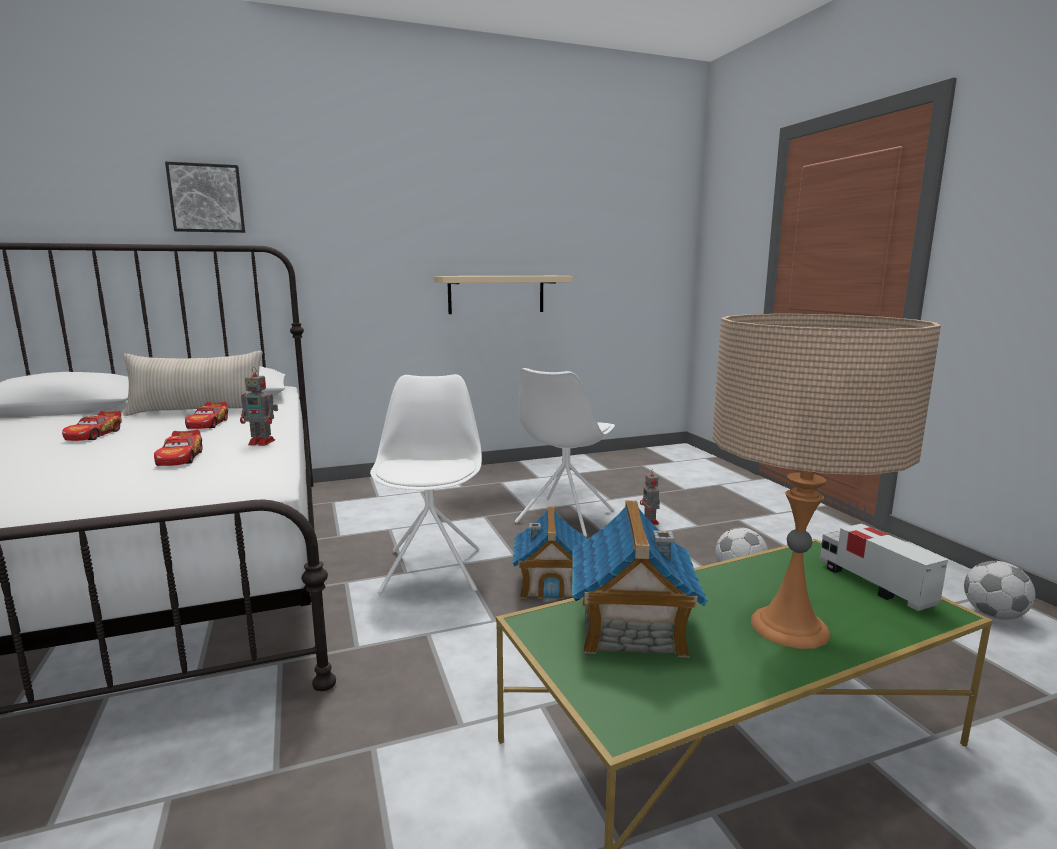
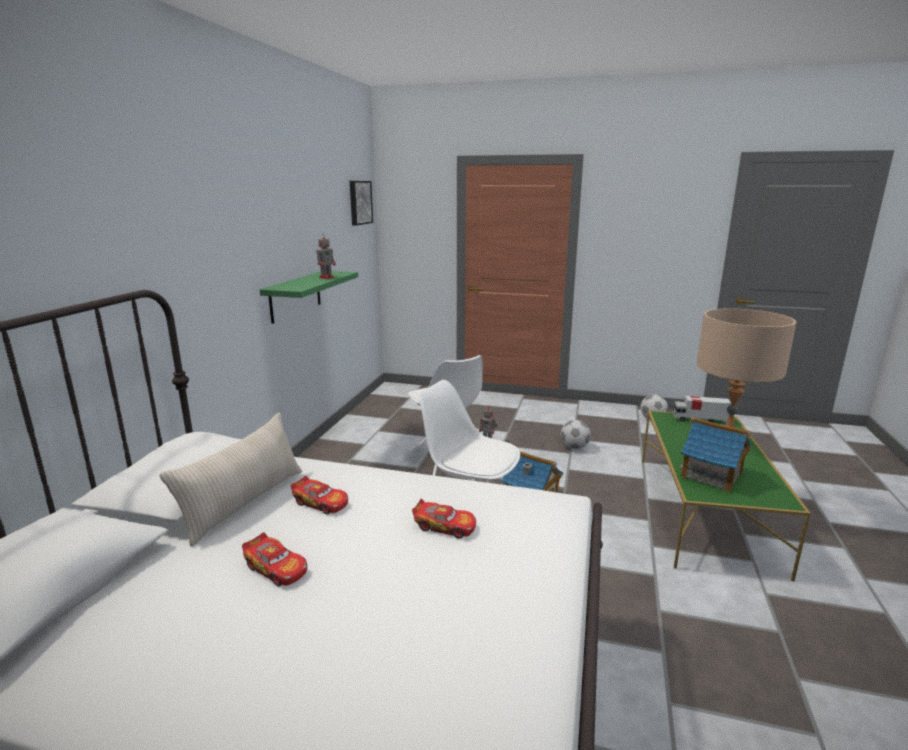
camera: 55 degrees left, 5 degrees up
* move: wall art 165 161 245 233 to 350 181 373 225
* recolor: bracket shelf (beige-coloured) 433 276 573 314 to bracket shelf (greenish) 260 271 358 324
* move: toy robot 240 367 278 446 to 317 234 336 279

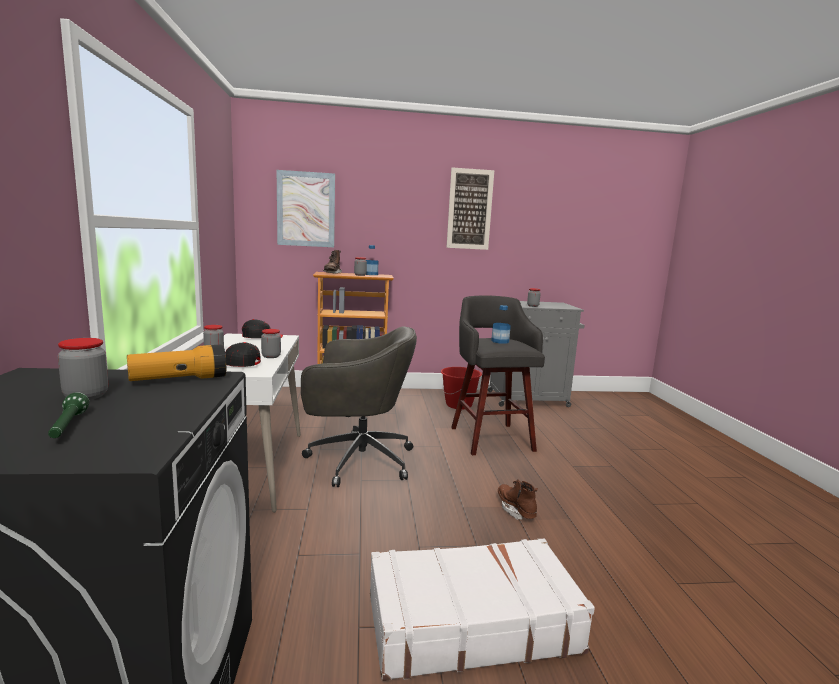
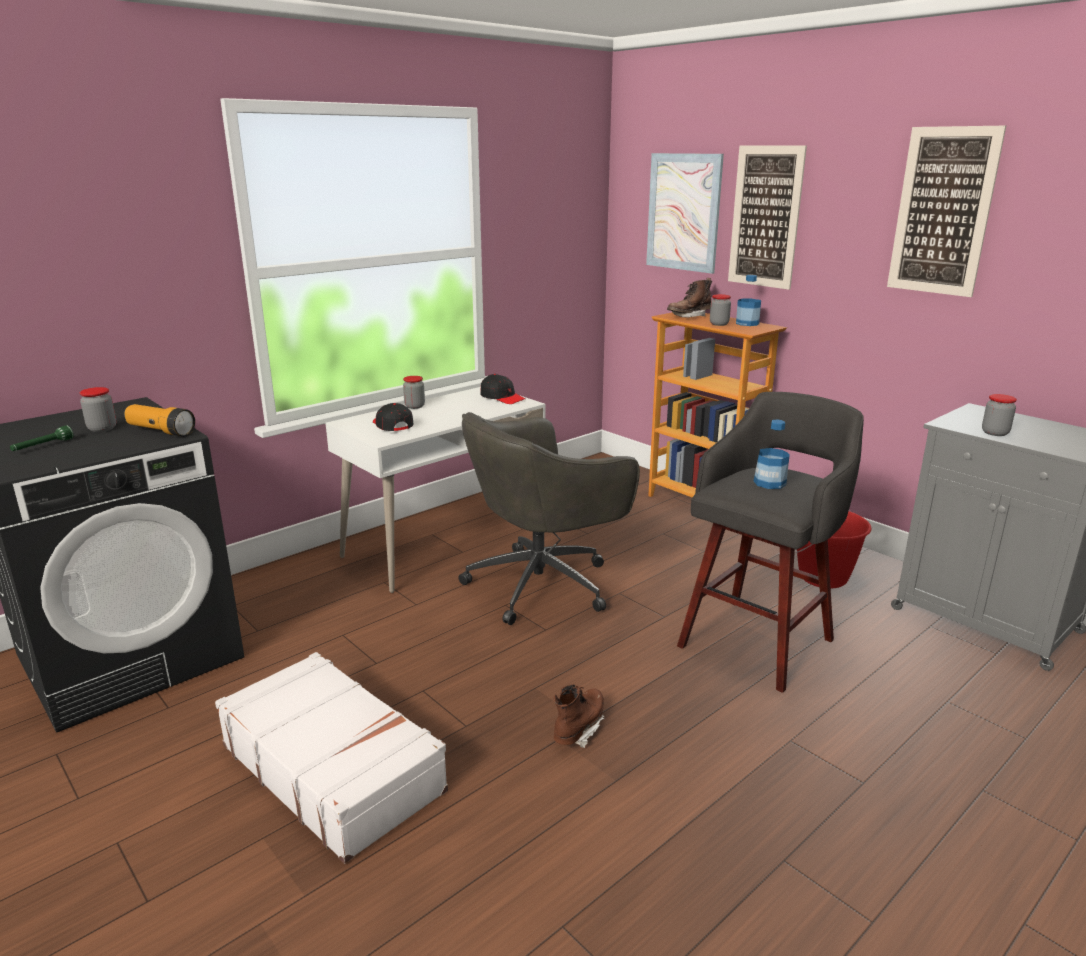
camera: 55 degrees right, 10 degrees up
* rotate: office chair (greyish) 301 326 417 487 = 458 412 640 625 90 degrees clockwise
* delete: jar 261 329 281 358
* insert: wall art 728 146 807 290

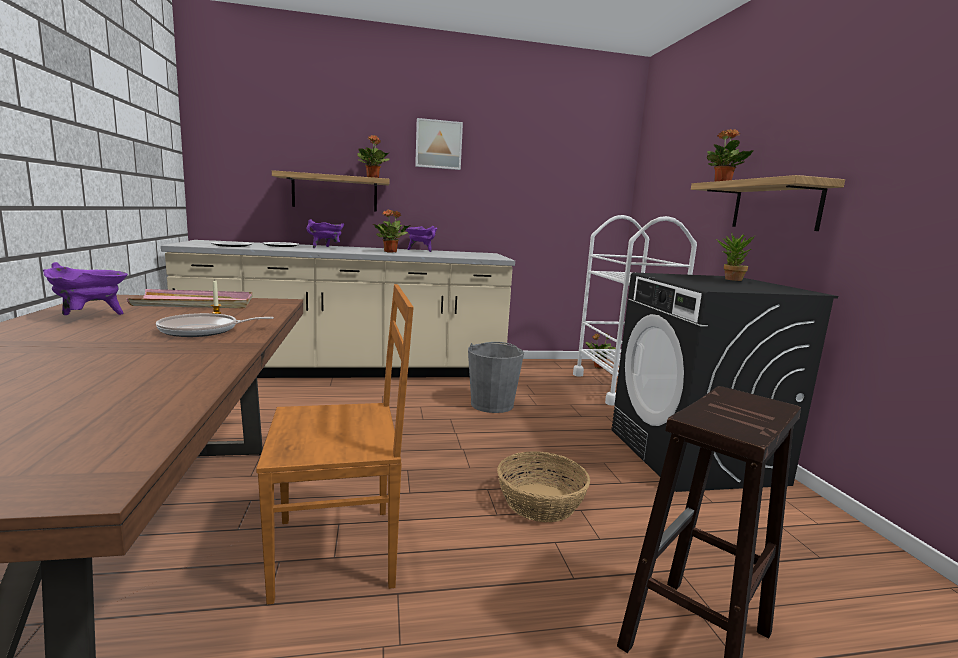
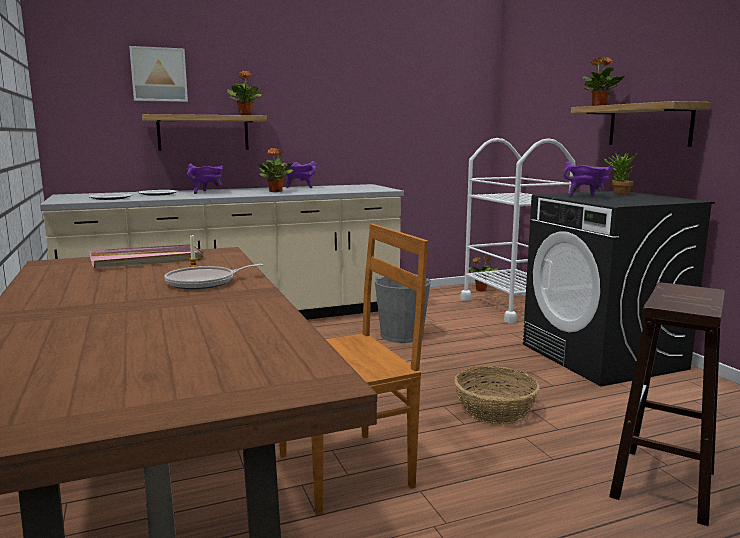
camera: 10 degrees left, 0 degrees up
* move: wall art 415 118 463 170 to 129 46 188 102
* move: stockpot (purplish) 43 262 128 315 to 563 162 615 197

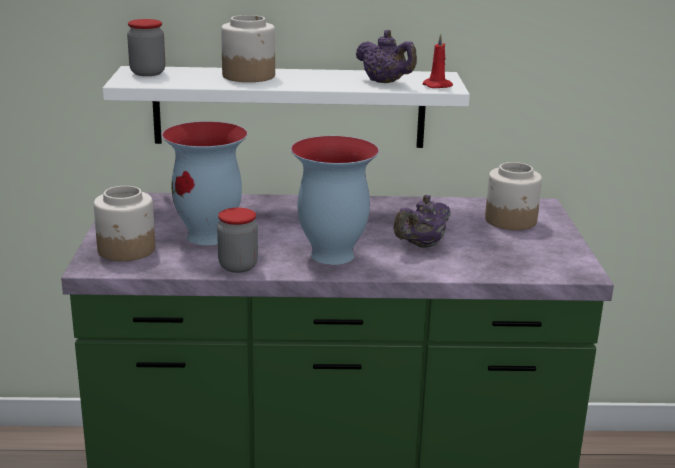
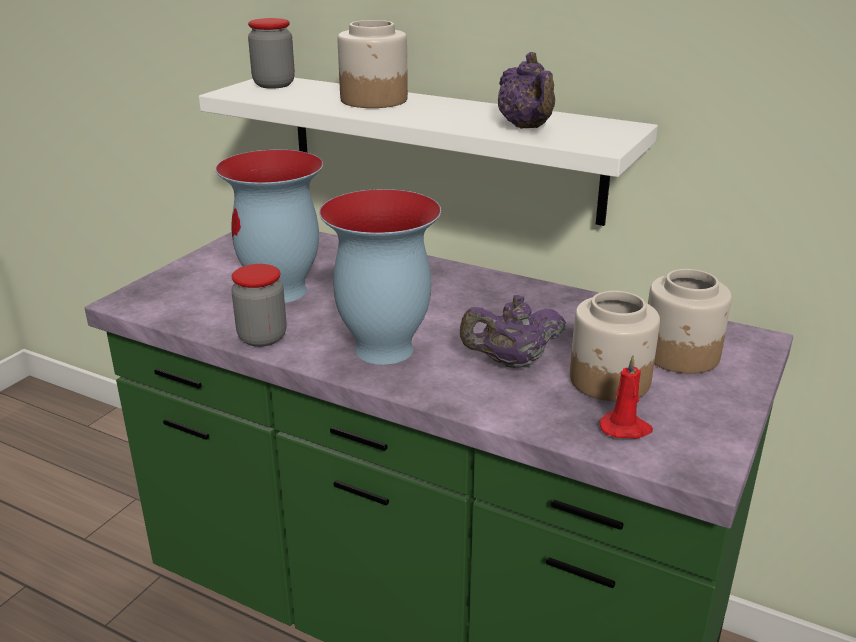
camera: 30 degrees right, 5 degrees up
* move: wax light (red-coloured) 423 34 453 88 to 599 355 653 439
* move: jar 94 186 155 261 to 570 291 660 402

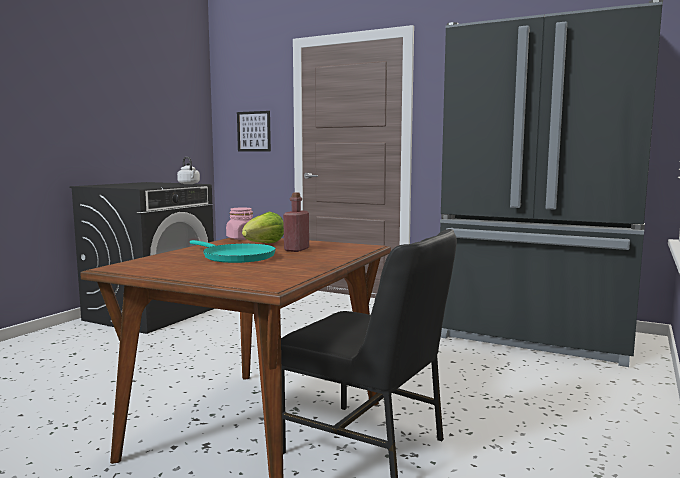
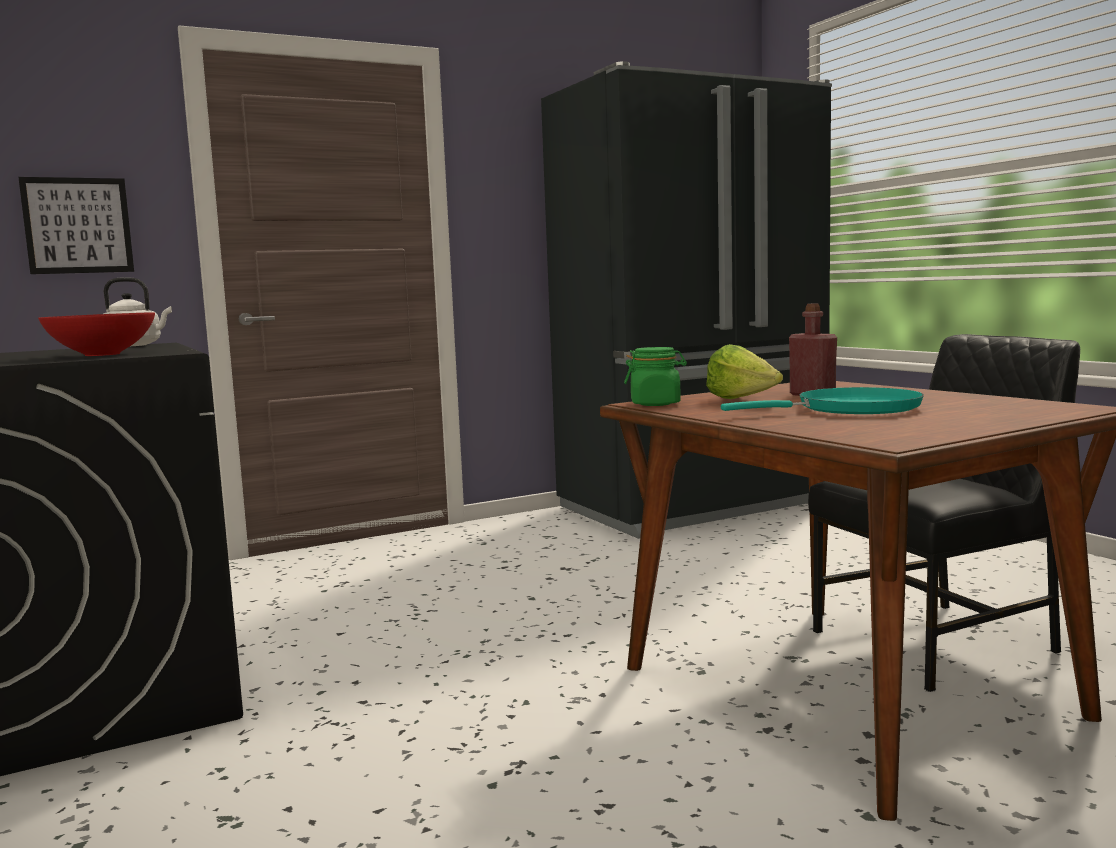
camera: 55 degrees left, 0 degrees up
* recolor: jar (pink-coloured) 226 208 253 240 to jar (greenish) 624 347 687 406
* insert: deep dish (red-coloured) 38 312 155 356

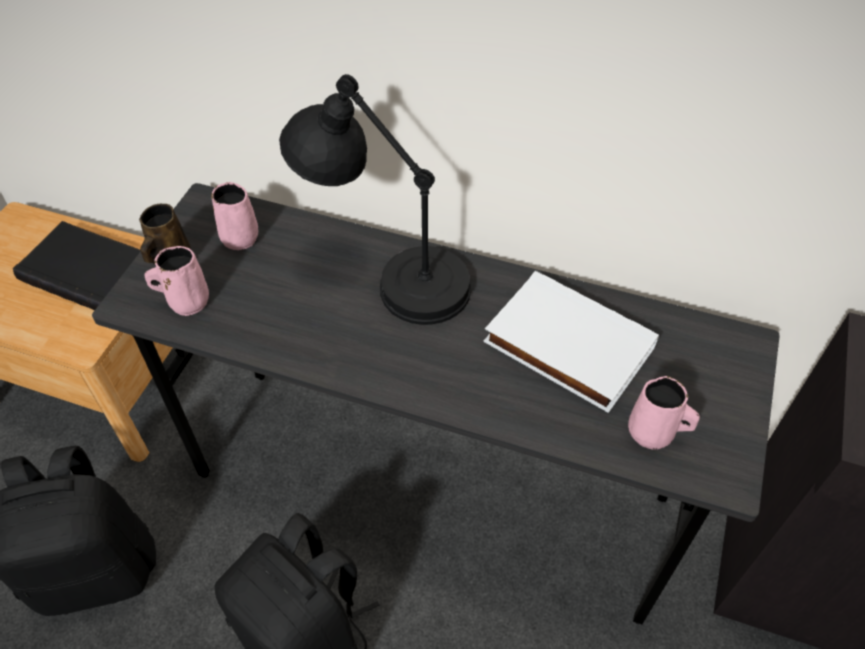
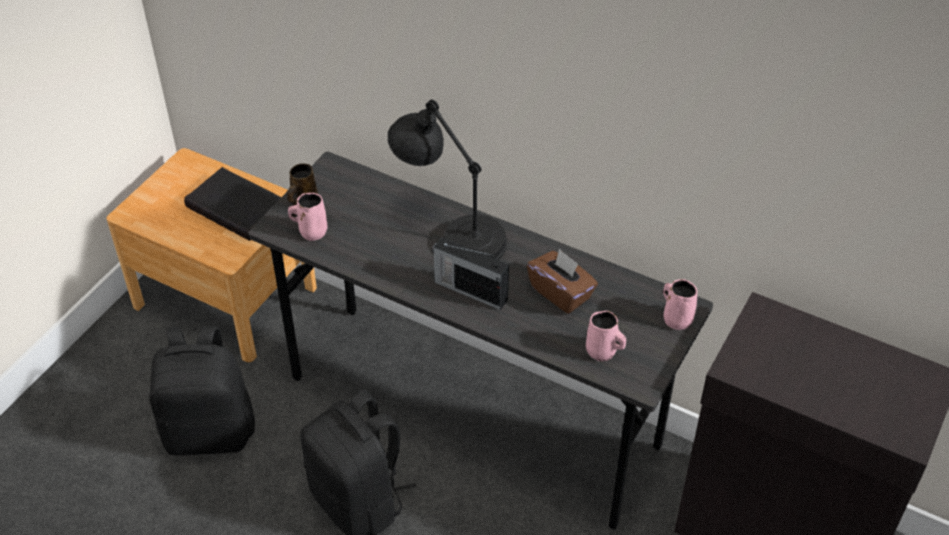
camera: 10 degrees right, 5 degrees down
* move: coffee mug (pink-coloured) 211 182 258 250 to 663 279 697 330
* replace: book (whitish) 484 271 659 413 to tissue holder (brownish) 527 248 598 314
* insert: radio set 432 237 509 310

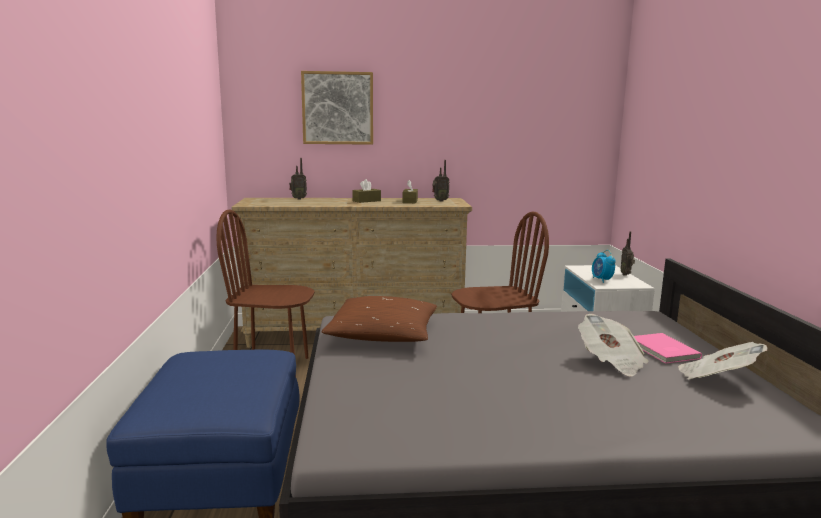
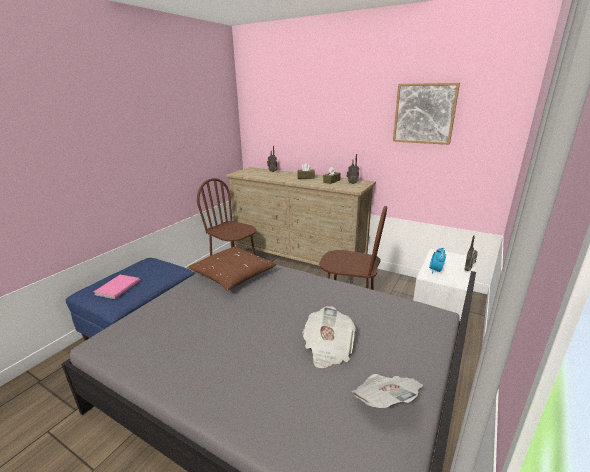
camera: 35 degrees right, 10 degrees up
* move: wall art 301 71 373 145 to 393 83 460 145
* move: book (pink-coloured) 634 333 702 364 to 94 275 140 299

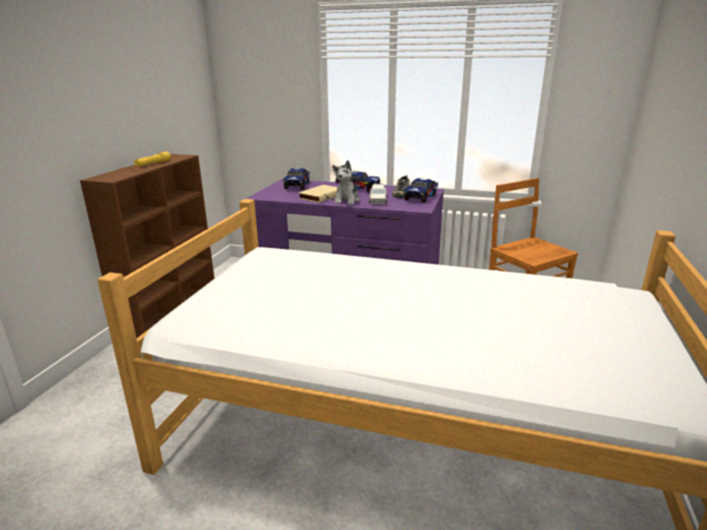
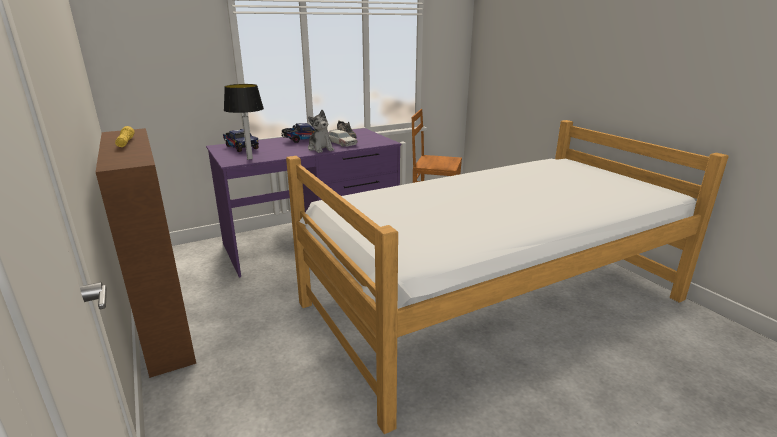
camera: 45 degrees left, 0 degrees up
* delete: toy truck 404 178 438 203
* delete: book (beige-coloured) 298 185 338 203
* insert: lamp for a table 224 84 264 160

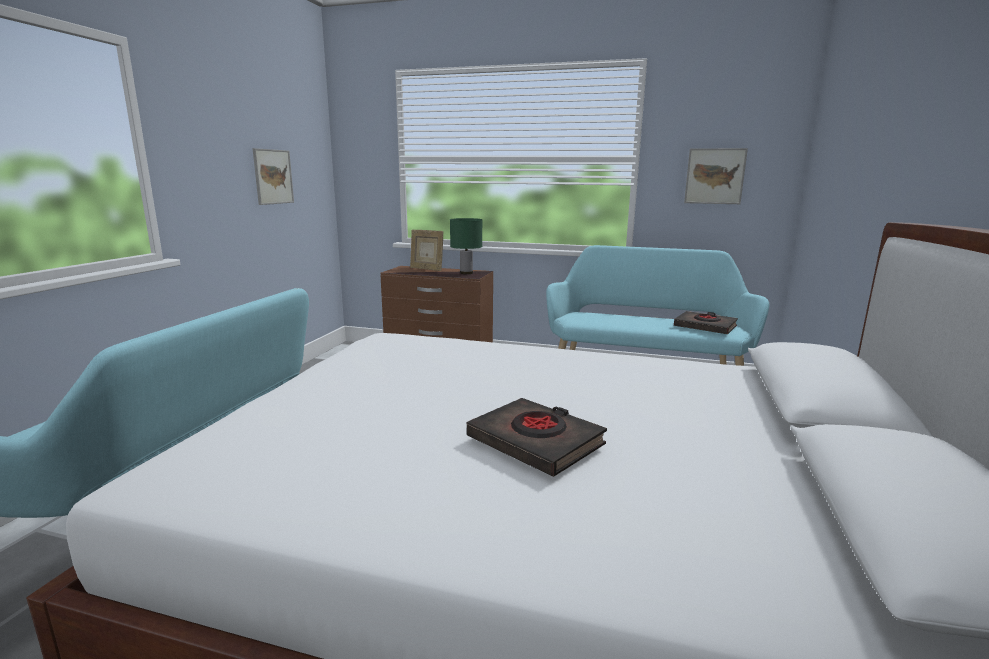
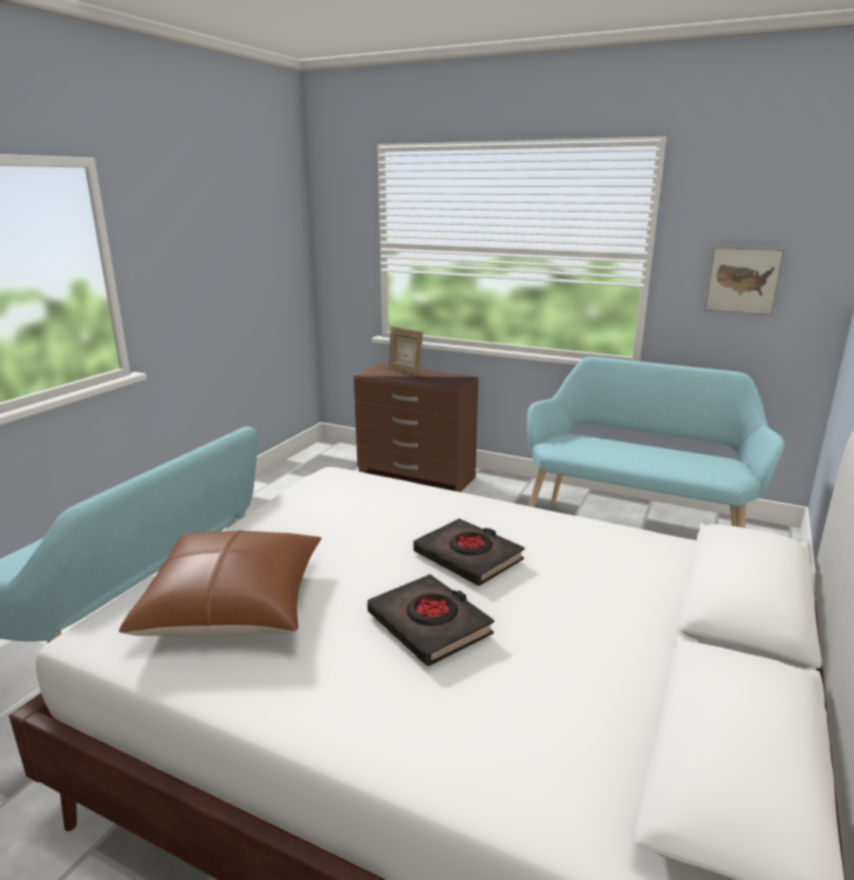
camera: 10 degrees right, 5 degrees up
* delete: wall art 252 148 294 205
* delete: lamp for a table (greenish) 450 218 482 274
* move: book (black) 674 311 738 334 to 414 519 525 586
* insert: cushion (brownish) 119 530 321 636

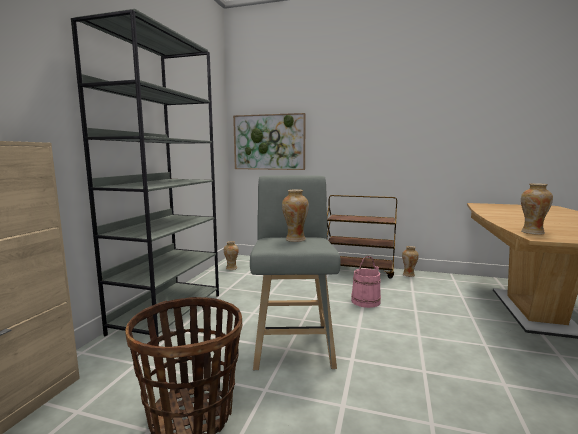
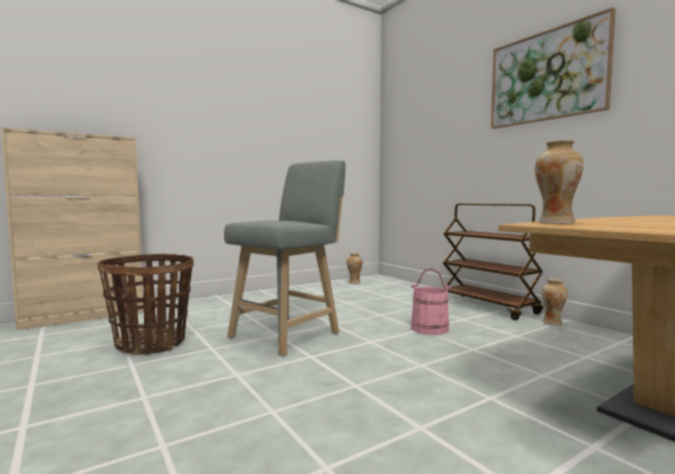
camera: 40 degrees right, 5 degrees down
* delete: bookcase (greyish) 71 9 219 345
* move: wall art 233 113 306 170 to 491 7 616 129
* delete: flower vase 282 189 309 242

